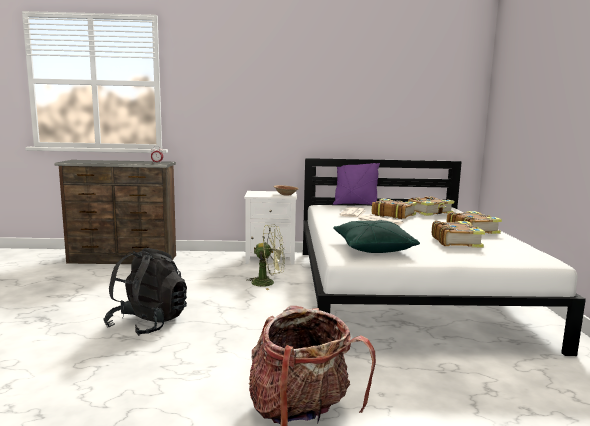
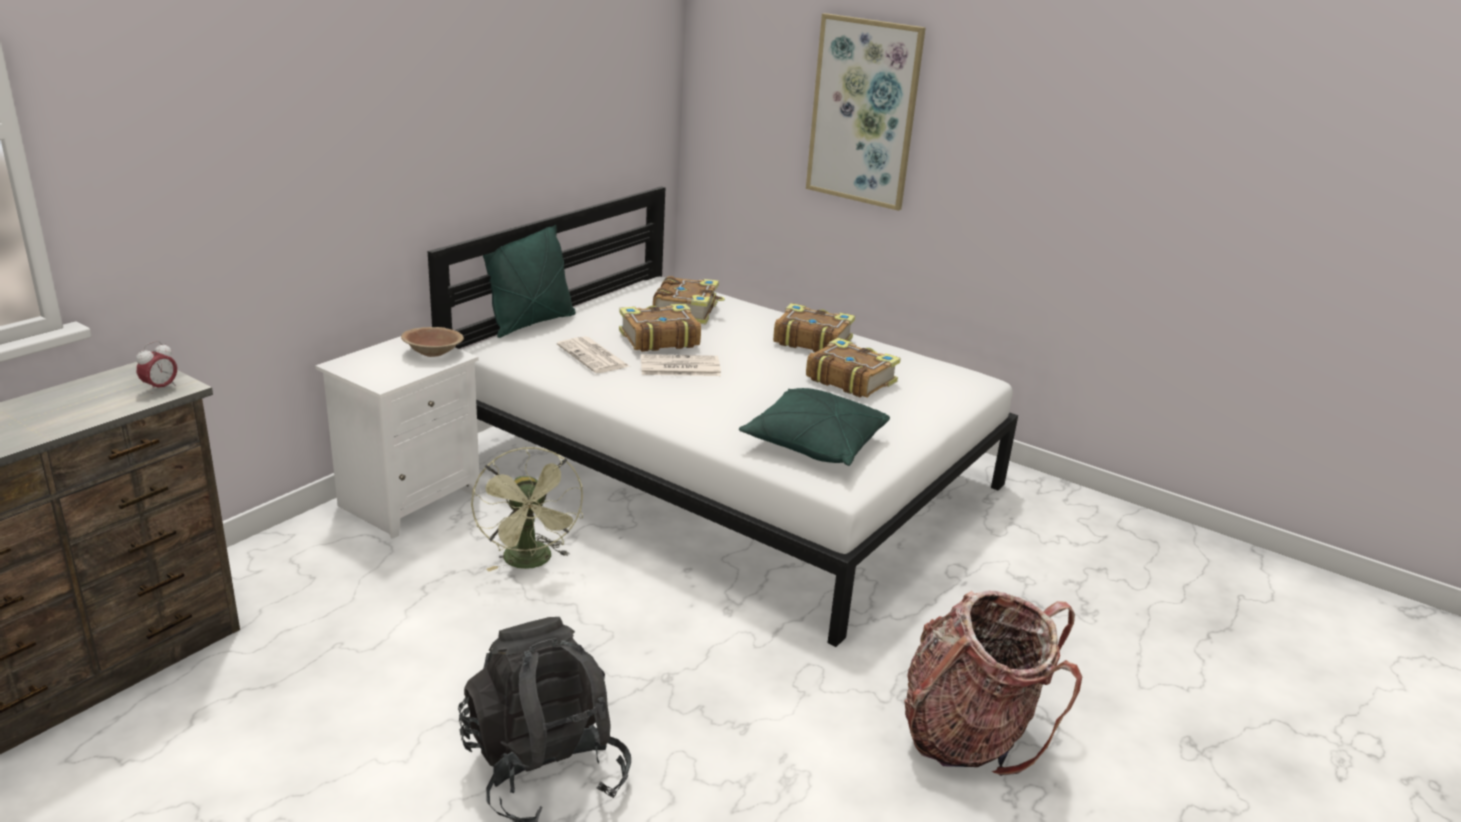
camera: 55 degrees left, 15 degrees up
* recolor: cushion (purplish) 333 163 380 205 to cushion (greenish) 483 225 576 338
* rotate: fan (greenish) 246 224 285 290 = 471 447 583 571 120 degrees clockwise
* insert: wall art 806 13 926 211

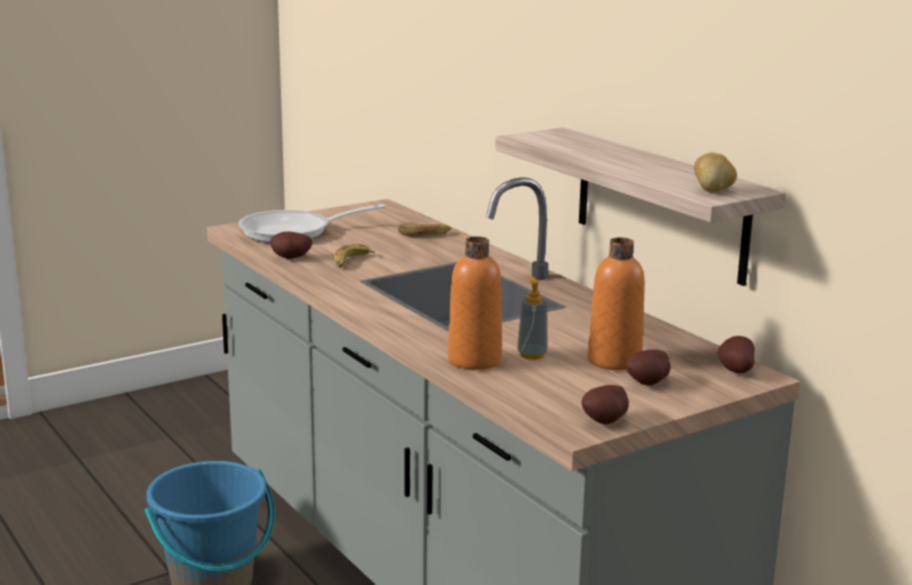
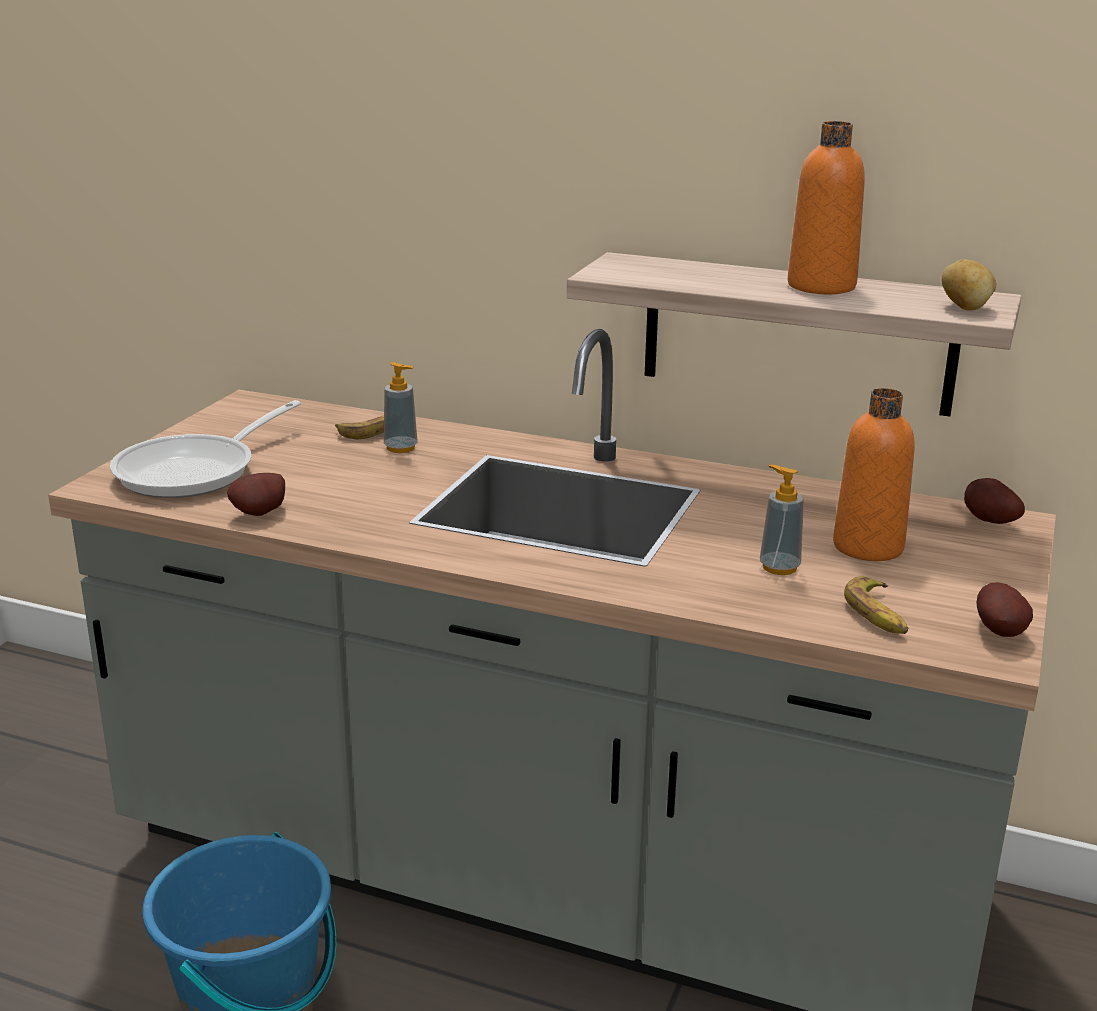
camera: 35 degrees left, 5 degrees up
* move: drink bottle (orangey) 448 236 502 370 to 788 121 865 294
* move: banana fruit 334 244 375 268 to 844 576 908 634
* delete: whole potato 626 350 670 386
* insert: soap dispenser 384 362 418 453

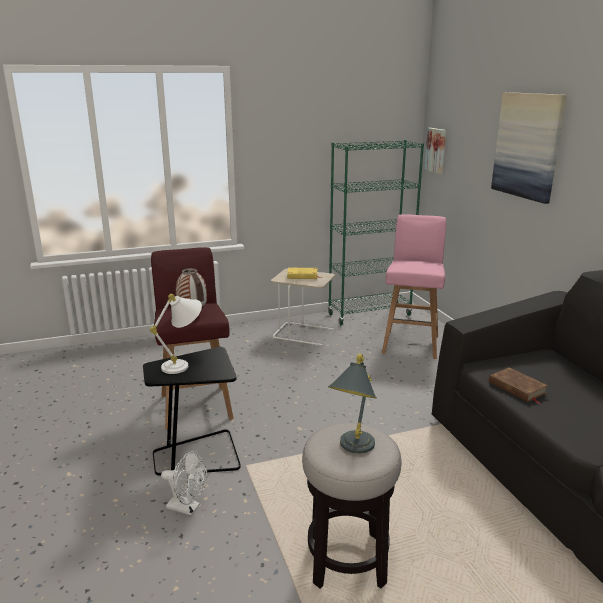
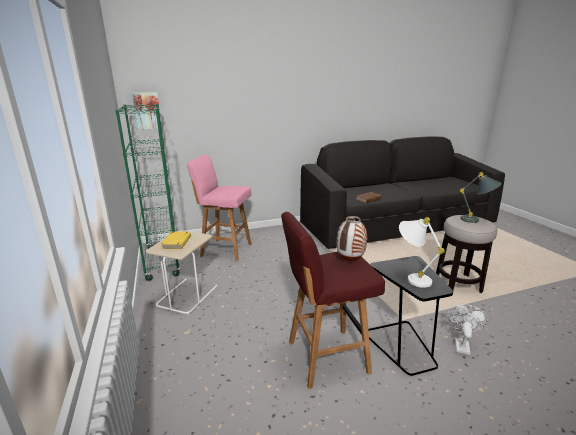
camera: 90 degrees left, 0 degrees up
* delete: wall art 491 92 566 204

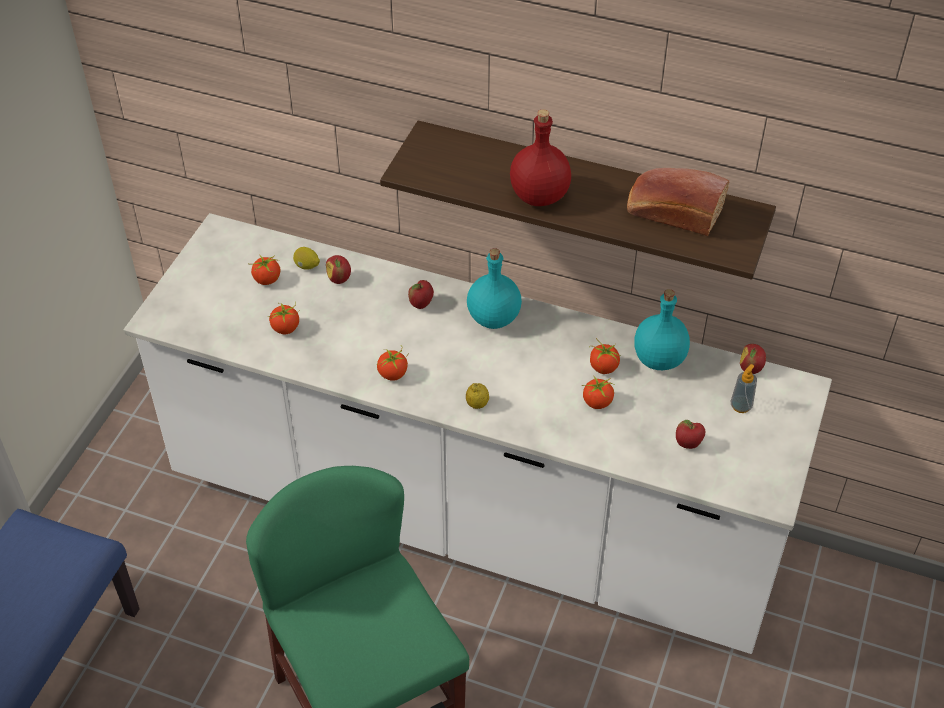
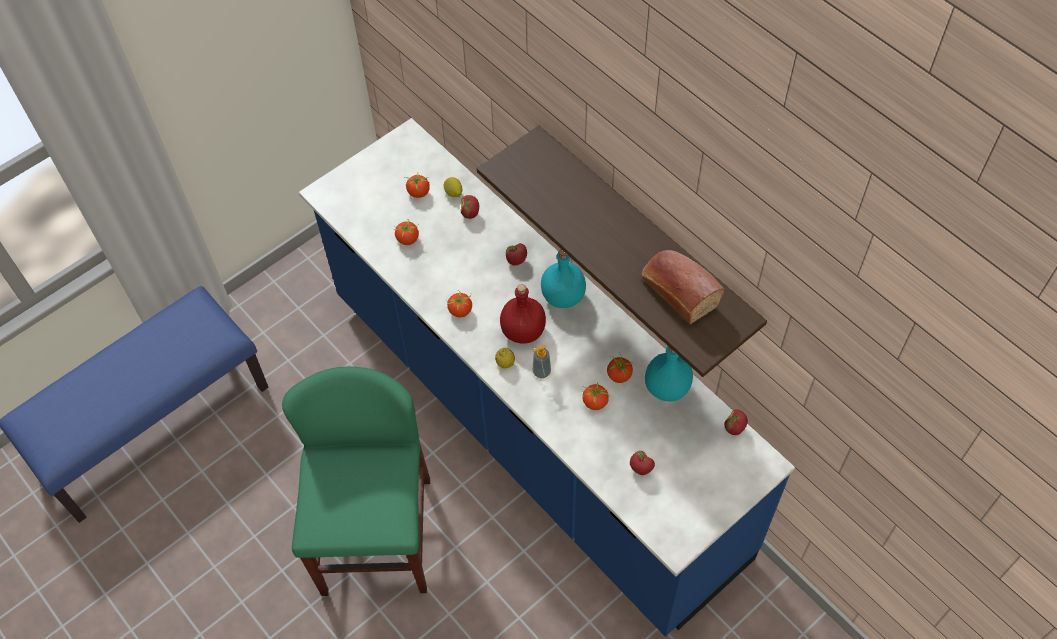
camera: 30 degrees right, 10 degrees up
* move: drink bottle (red-coloured) 510 109 571 206 to 500 284 546 344
* recolor: kitchen counter (whitish) 124 213 832 654 to kitchen counter (bluish) 299 118 795 637
* move: soap dispenser 731 364 757 413 to 532 345 551 378

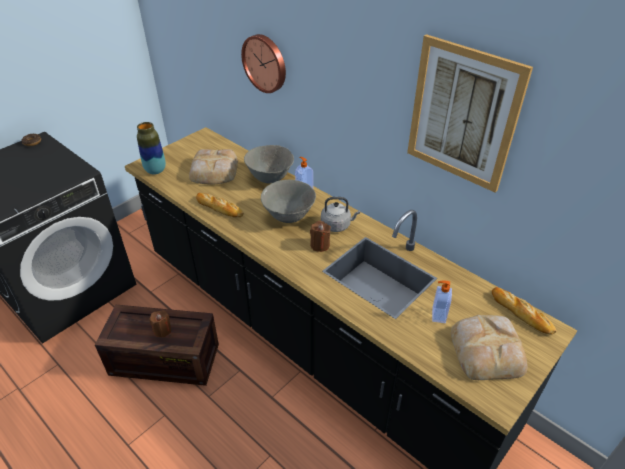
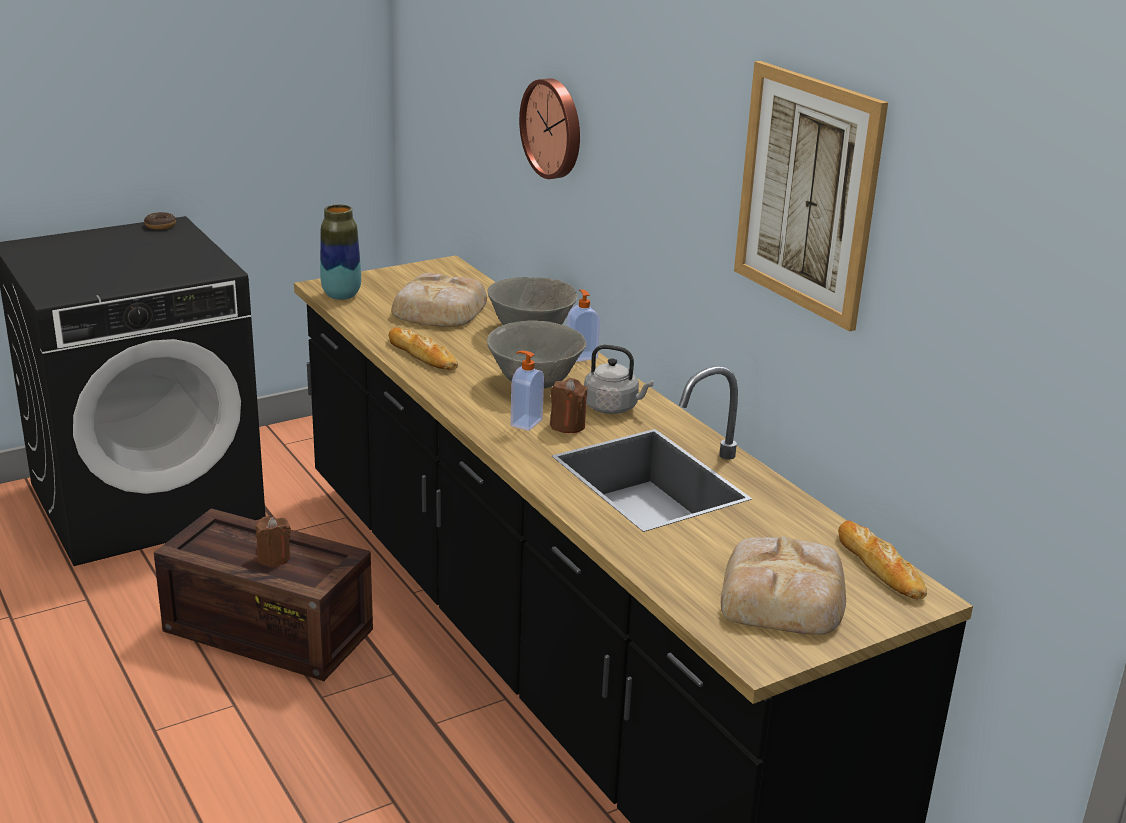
camera: 15 degrees right, 15 degrees down
* move: soap dispenser 432 281 452 323 to 510 351 544 431

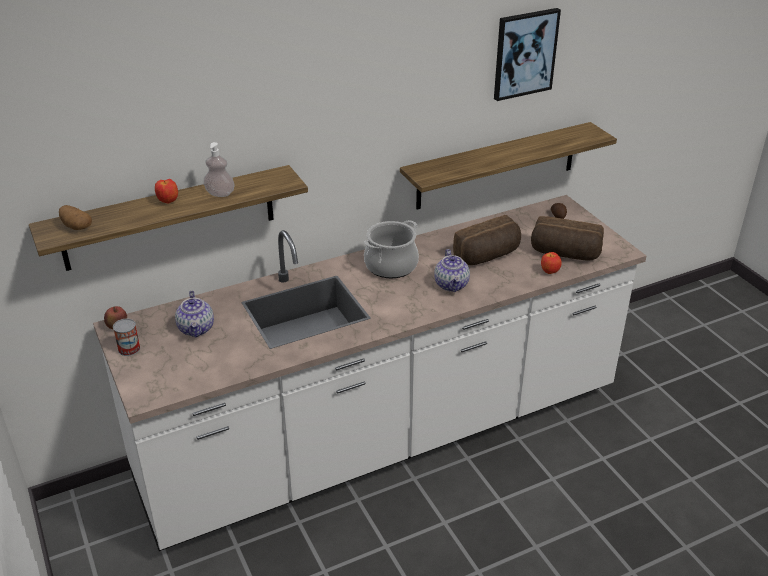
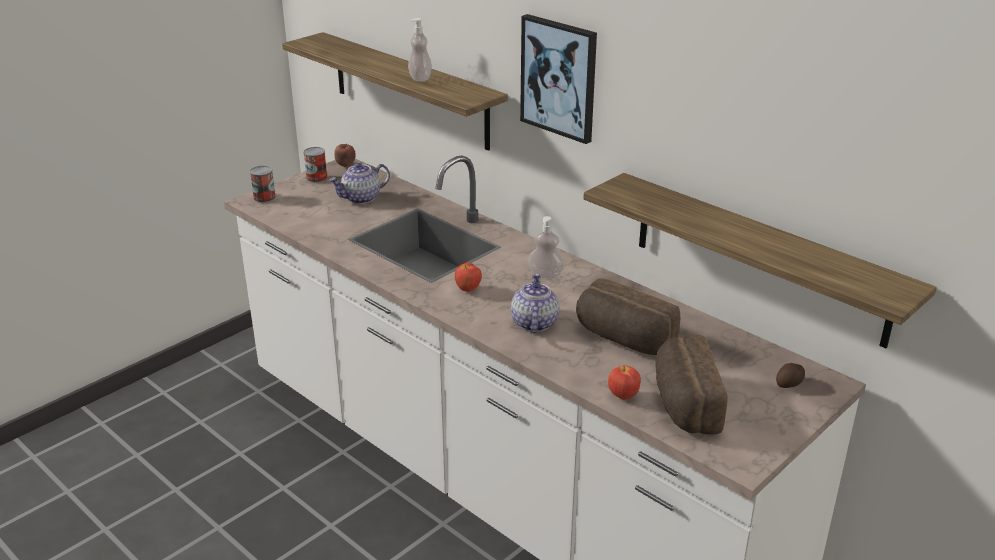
camera: 70 degrees right, 5 degrees down
* move: wall art 494 8 561 101 to 520 14 597 144
* move: apple 155 179 178 203 to 455 263 482 292
* delete: whole potato 59 205 92 230
* replace: stockpot 364 220 419 278 to soap dispenser 528 216 564 279
* rotate: pot for tea 434 249 470 292 = 511 273 559 333 120 degrees clockwise
* insert: can 250 166 276 203

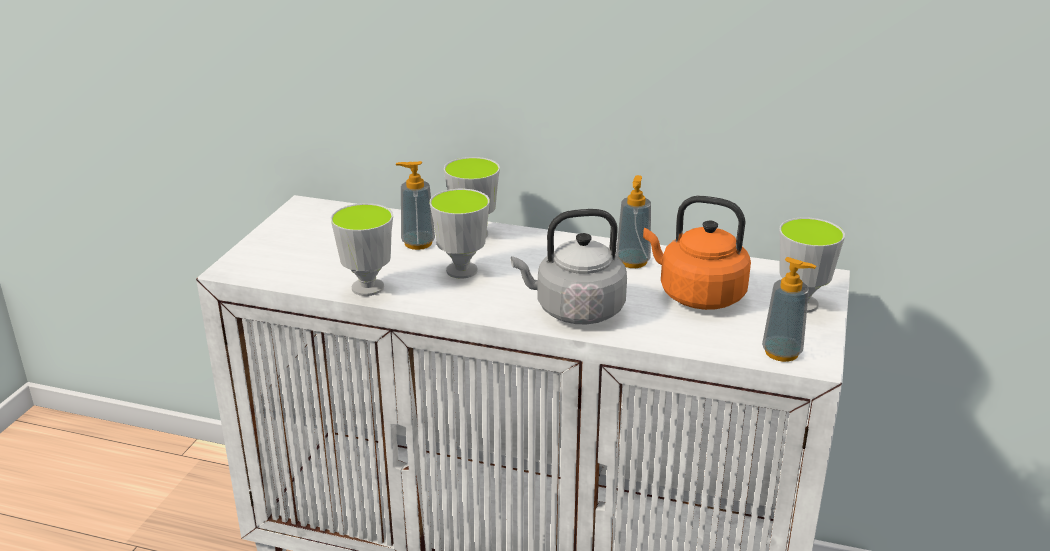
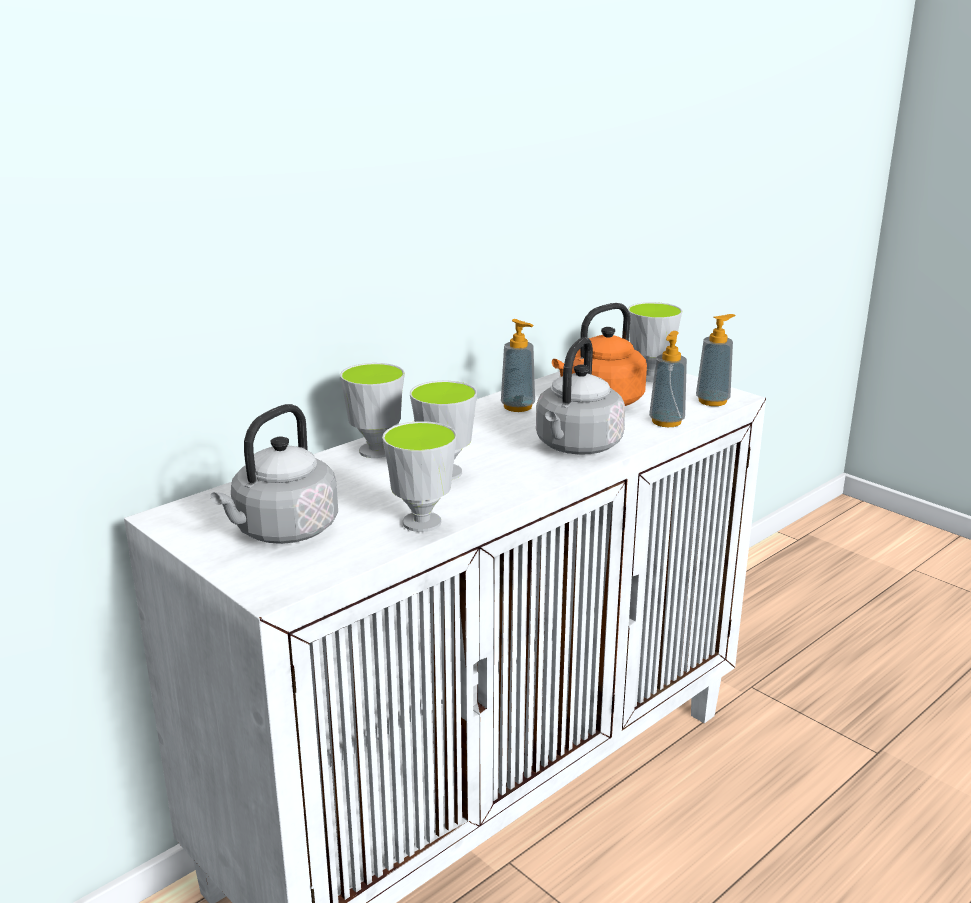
camera: 60 degrees left, 5 degrees down
* move: soap dispenser 396 161 435 250 to 649 331 687 427
* insert: tea kettle (greyish) 210 404 338 544

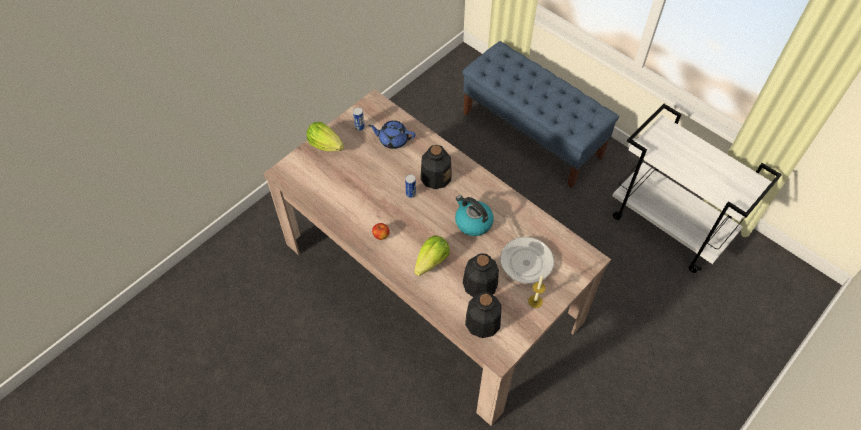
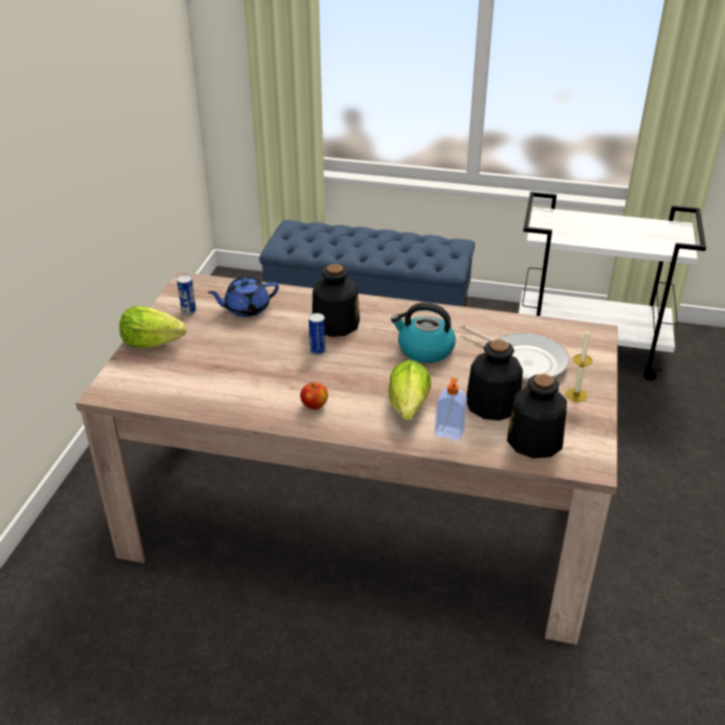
camera: 30 degrees left, 20 degrees down
* insert: soap dispenser 435 378 467 441

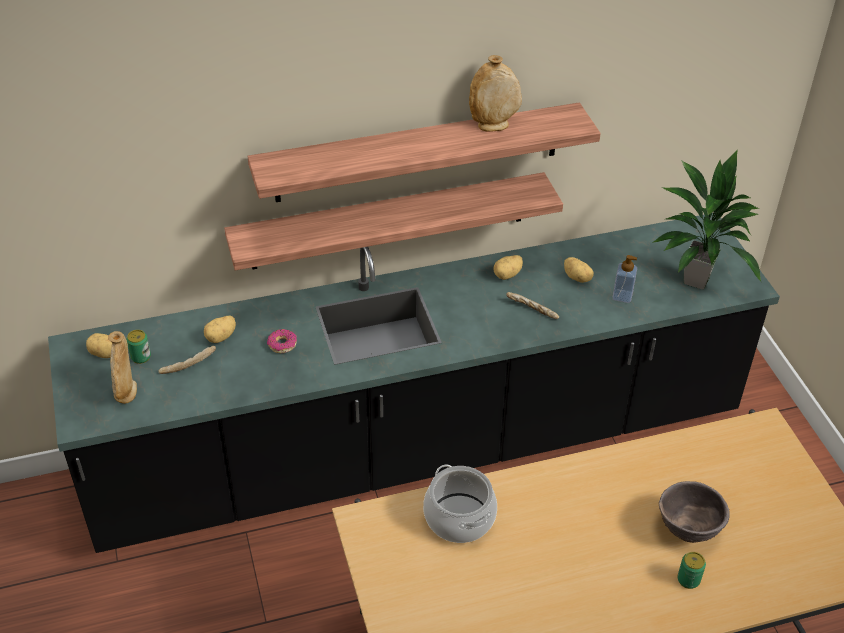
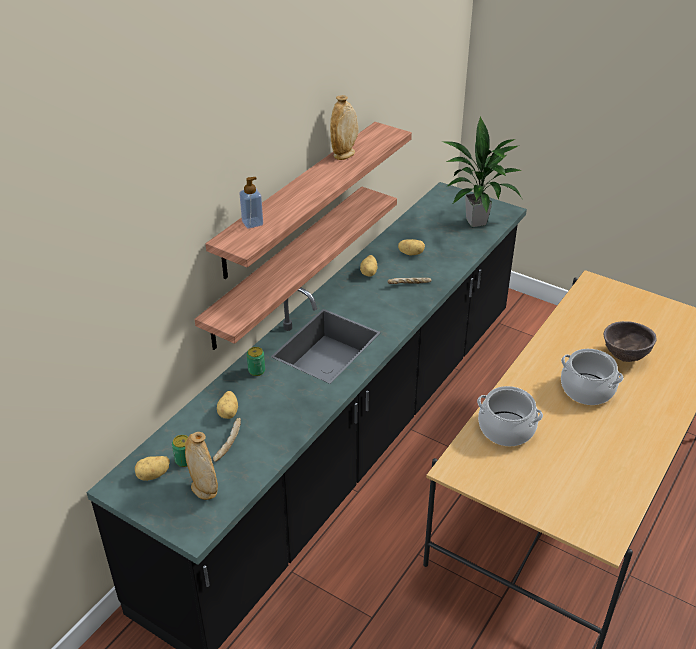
camera: 40 degrees left, 5 degrees down
* move: soap dispenser 612 255 637 303 to 239 177 263 229
* delete: doughnut 267 329 297 353
* move: can 677 552 706 589 to 247 347 265 376
* insert: stockpot 561 349 624 405

